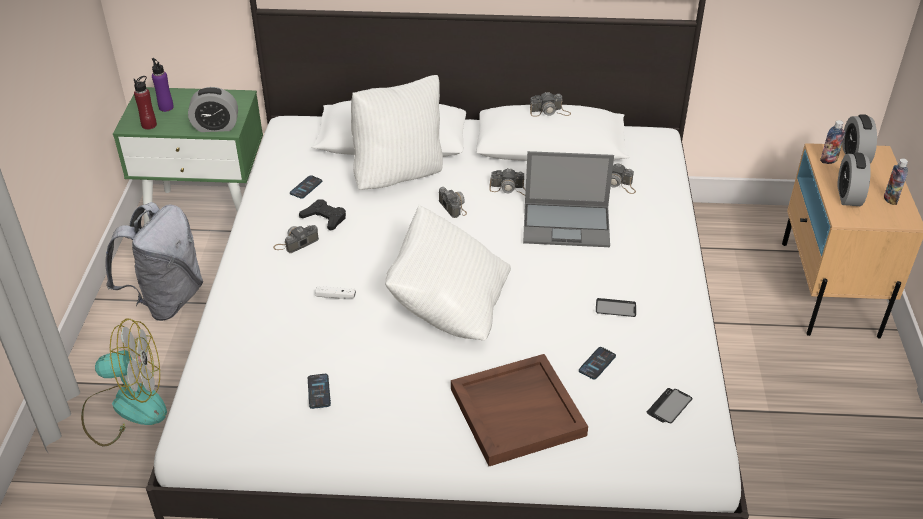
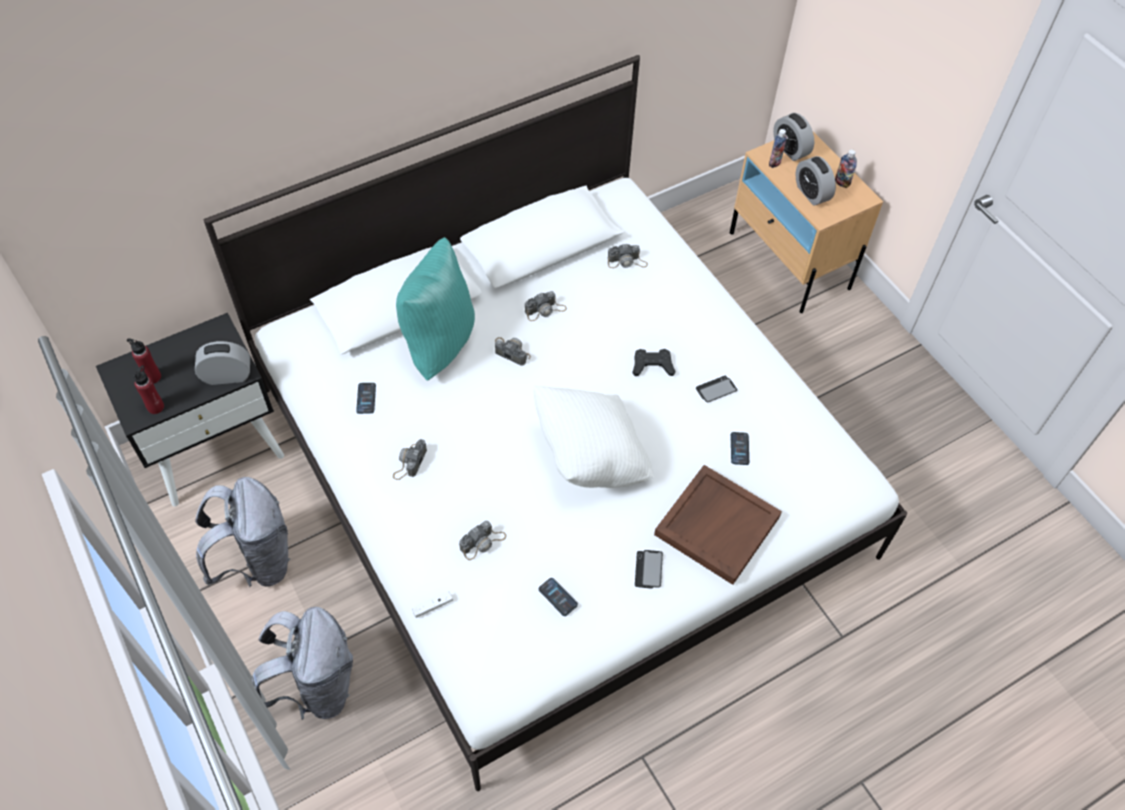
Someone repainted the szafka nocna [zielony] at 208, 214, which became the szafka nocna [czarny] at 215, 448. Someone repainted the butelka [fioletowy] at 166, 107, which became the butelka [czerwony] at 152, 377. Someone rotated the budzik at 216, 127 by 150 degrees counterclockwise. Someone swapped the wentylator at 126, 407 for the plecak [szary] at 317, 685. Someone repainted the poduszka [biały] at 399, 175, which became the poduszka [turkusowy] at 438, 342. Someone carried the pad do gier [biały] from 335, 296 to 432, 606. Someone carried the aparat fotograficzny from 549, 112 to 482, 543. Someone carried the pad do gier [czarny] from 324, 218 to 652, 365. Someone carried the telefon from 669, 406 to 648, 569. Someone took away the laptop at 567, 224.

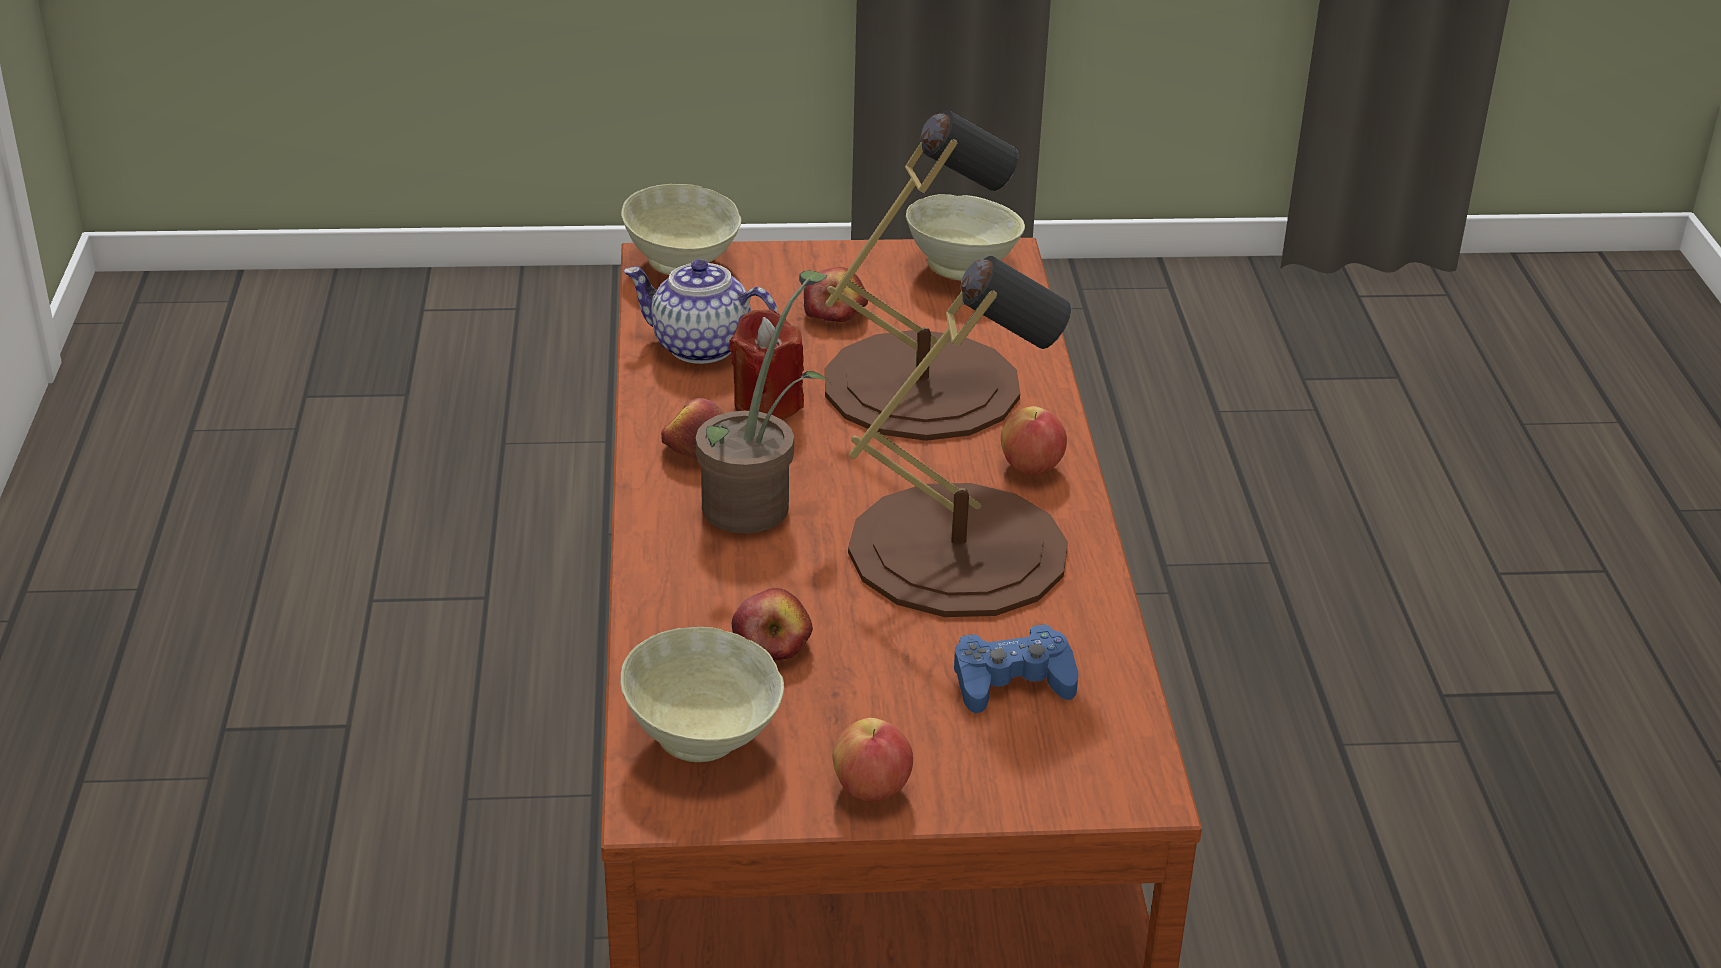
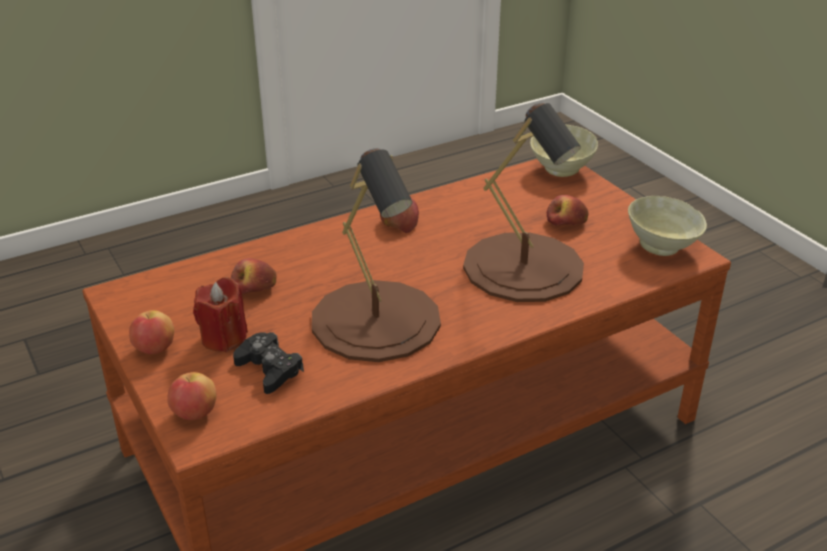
Someone carried the jabłko from 1031, 467 to 194, 413. Someone carried the świeca [czerwony] from 767, 404 to 224, 338. Someone repainted the pad do gier [niebieski] at 1012, 681, which became the pad do gier [czarny] at 269, 369. Someone took away the miska [beżowy] at 702, 740. Someone took away the imbryk at 699, 347. Someone took away the roślina doniczkowa at 756, 502.

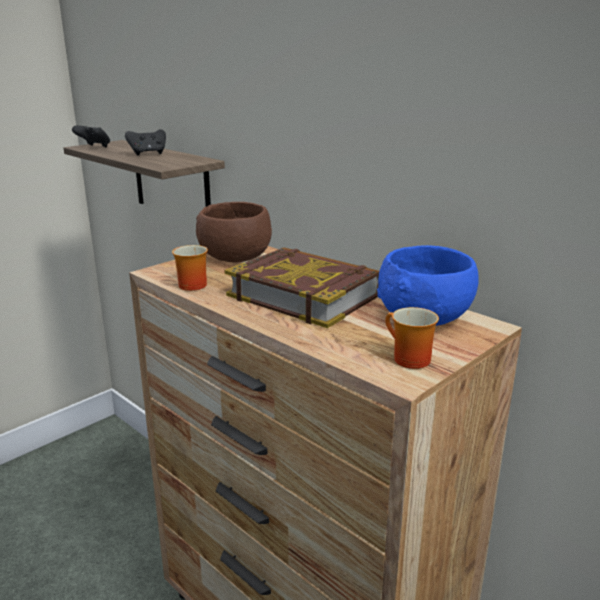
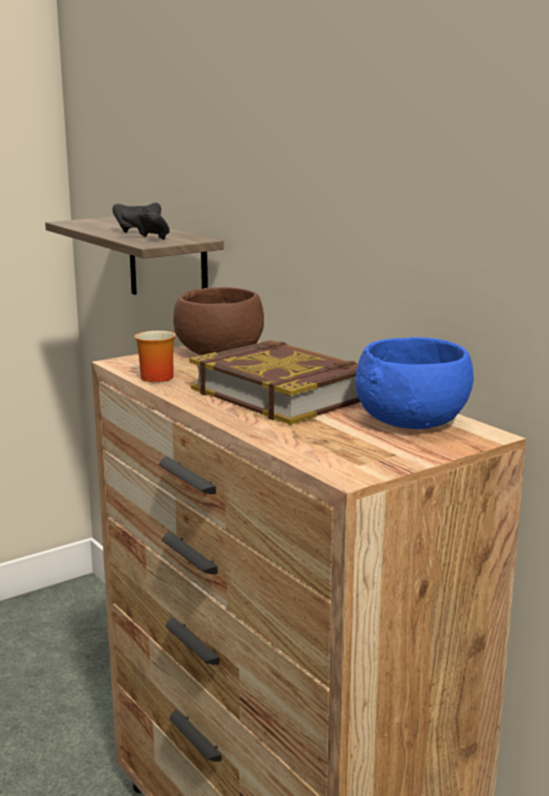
Someone carried the pad do gier [czarny] from 94, 147 to 148, 239. Someone took away the kubek at 406, 359.

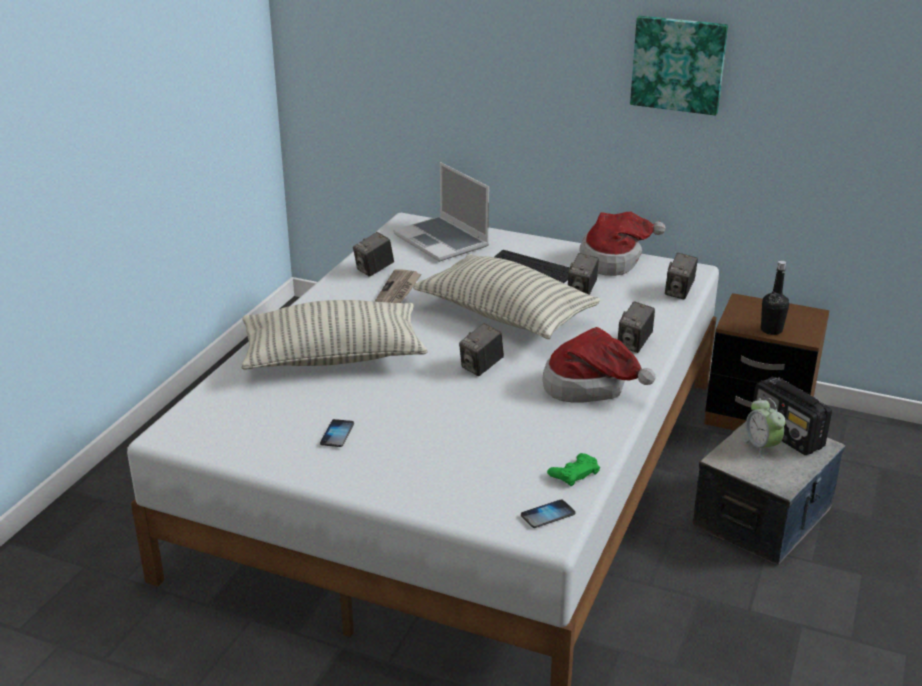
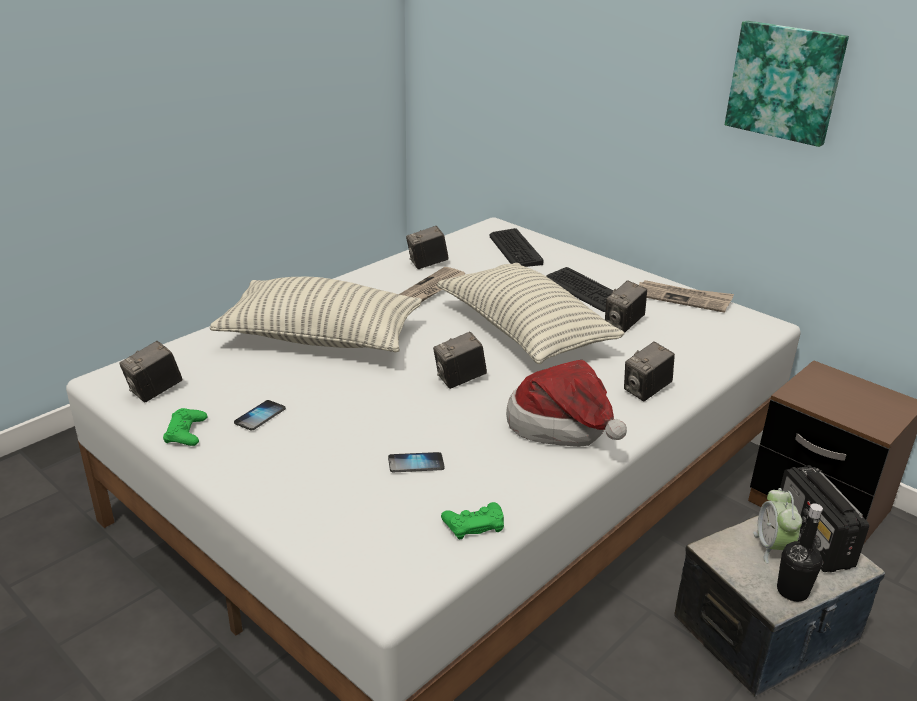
Someone carried the aparat fotograficzny from 679, 292 to 155, 392. Someone put down the pad do gier [zielony] at 186, 432. Someone carried the telefon from 548, 515 to 416, 464. Someone swapped the laptop at 443, 241 for the klawiatura at 515, 249. Someone swapped the kapelusz at 615, 260 for the gazeta at 683, 298. Someone carried the butelka [czarny] from 771, 330 to 792, 591.

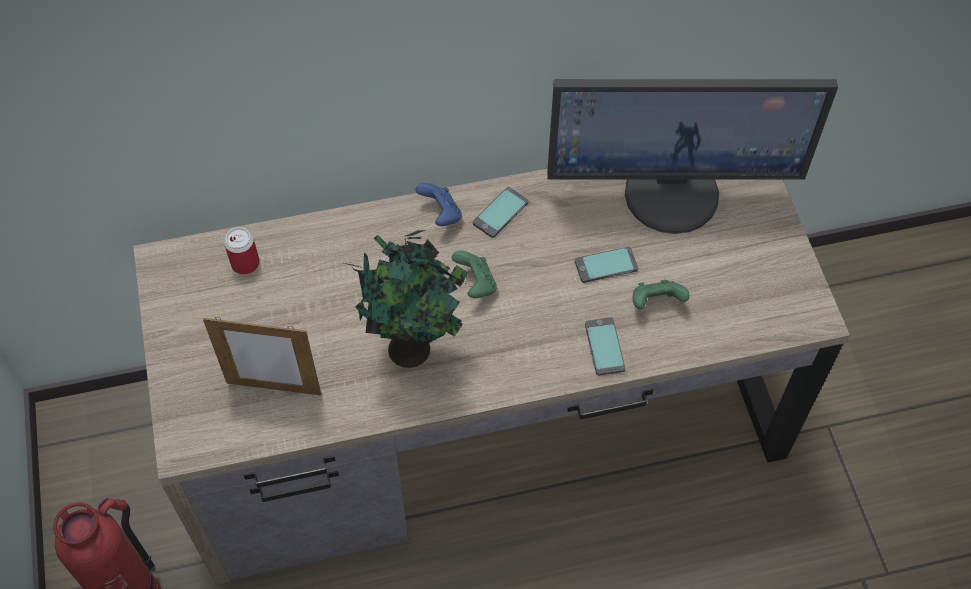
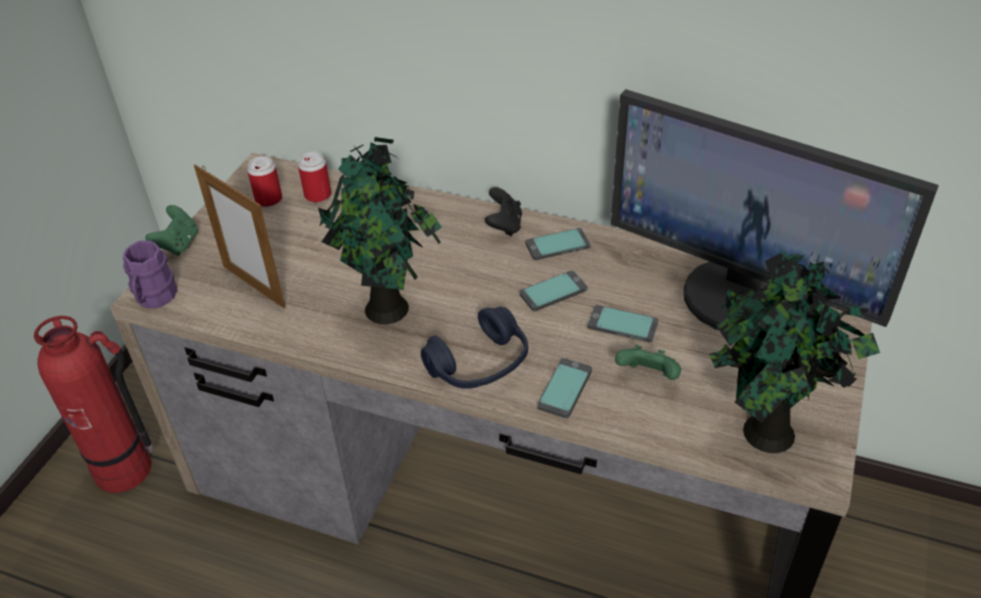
Someone put down the kubek [fioletowy] at 154, 298. Someone carried the pad do gier [zielony] from 476, 284 to 178, 244. Someone put down the puszka at 268, 199. Someone put down the słuchawki [niebieski] at 479, 364. Someone repainted the pad do gier [niebieski] at 441, 214, which became the pad do gier [czarny] at 504, 225. Someone put down the telefon at 553, 292. Someone put down the roślina doniczkowa at 765, 435.

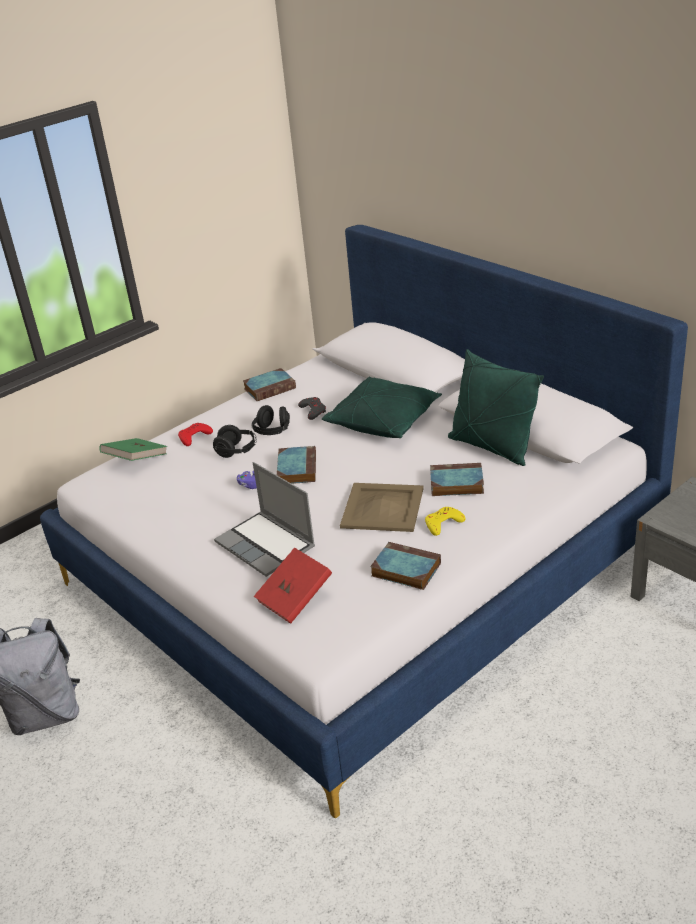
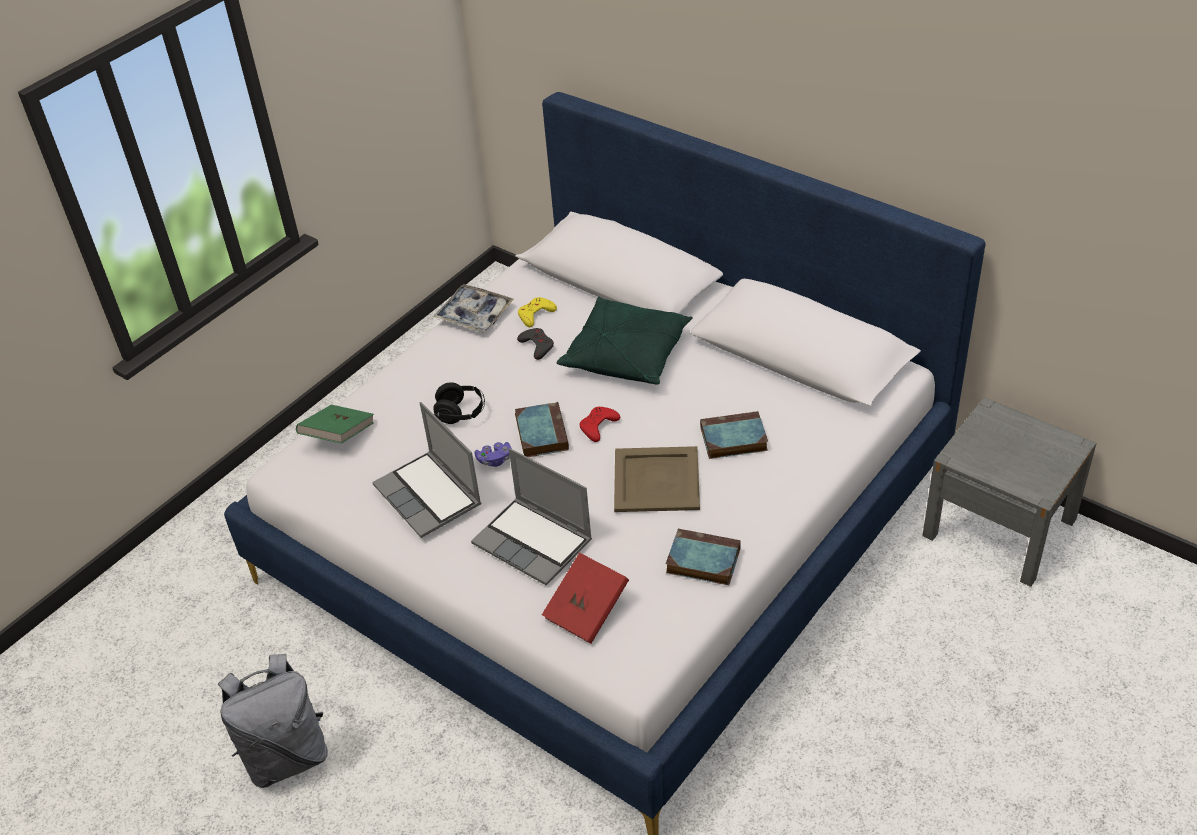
Someone put down the laptop at 429, 496. Someone swapped the książka at 270, 388 for the taca at 474, 314. Someone carried the pad do gier [żółty] from 443, 523 to 535, 314. Someone carried the pad do gier [czerwony] from 194, 437 to 598, 426. Someone took away the słuchawki [czarny] at 272, 432. Someone took away the poduszka [zielony] at 492, 447.

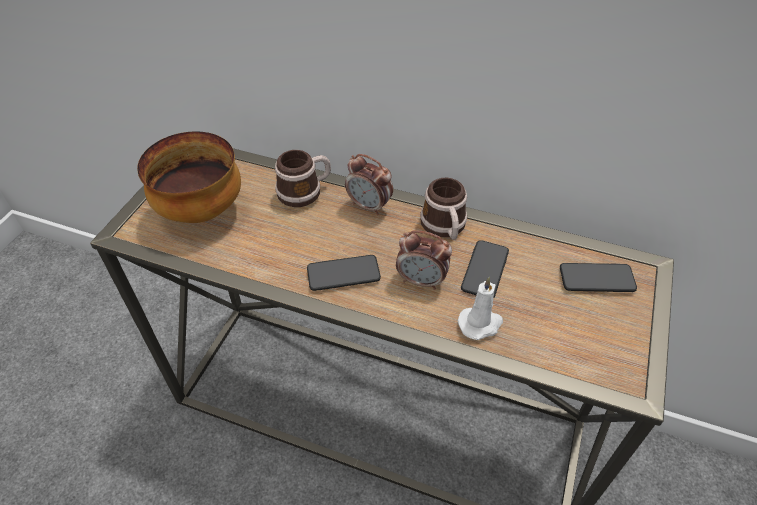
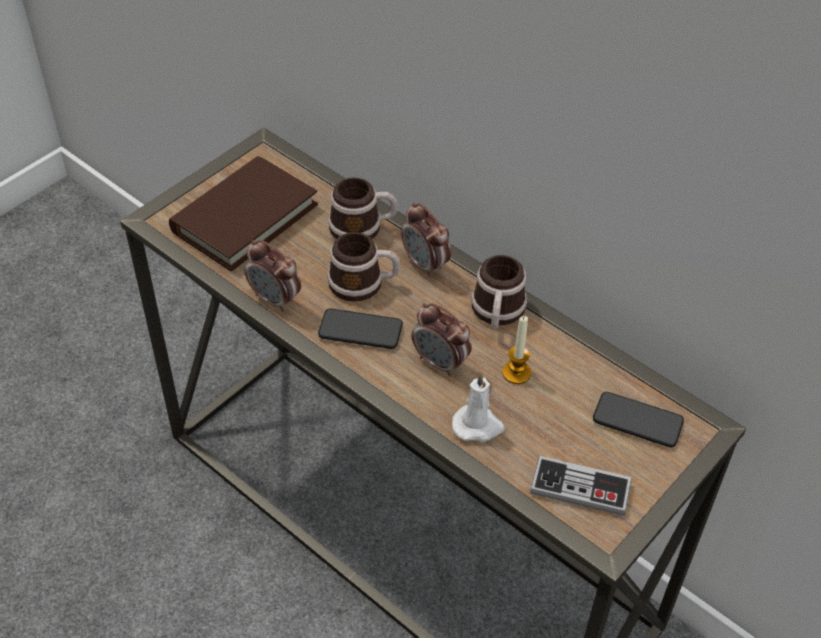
Someone swapped the miska at 203, 210 for the książka [brązowy] at 245, 218. Someone put down the budzik at 275, 299. Someone put down the kubek at 363, 283. Someone swapped the telefon at 485, 270 for the świeca at 516, 373. Someone put down the pad do gier at 580, 488.

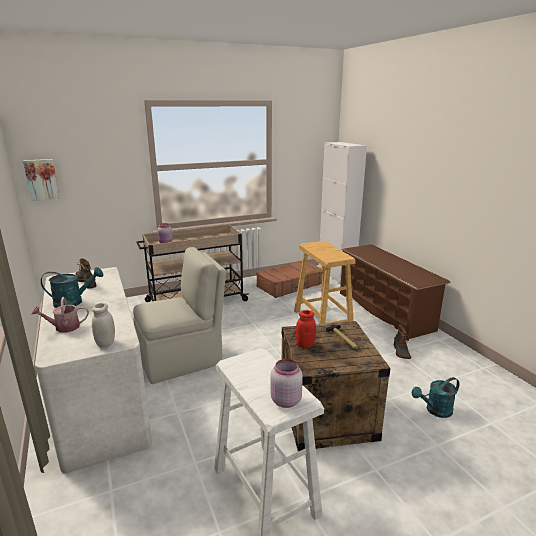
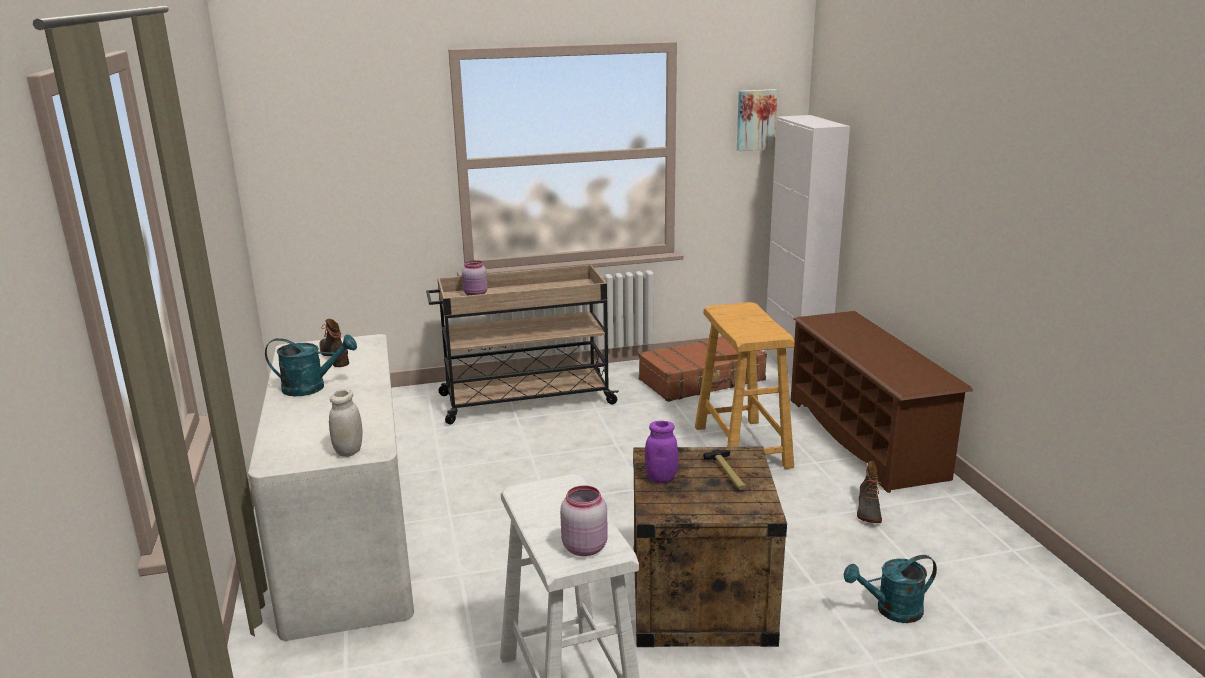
Someone repainted the słoik [czerwony] at 305, 345, which became the słoik [fioletowy] at 661, 478. Someone carried the obraz from 42, 179 to 755, 119. Someone took away the konewka at 64, 327. Someone took away the krzesło [beżowy] at 182, 359.

